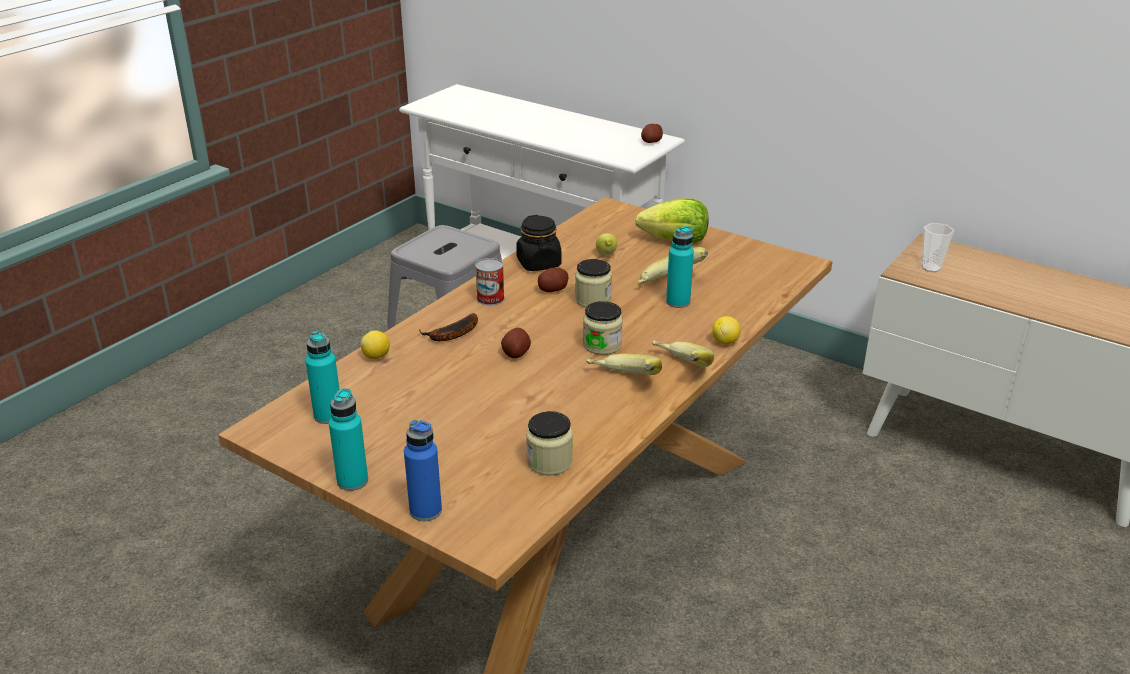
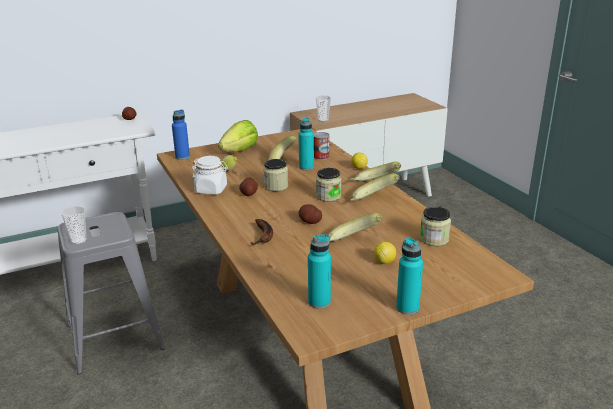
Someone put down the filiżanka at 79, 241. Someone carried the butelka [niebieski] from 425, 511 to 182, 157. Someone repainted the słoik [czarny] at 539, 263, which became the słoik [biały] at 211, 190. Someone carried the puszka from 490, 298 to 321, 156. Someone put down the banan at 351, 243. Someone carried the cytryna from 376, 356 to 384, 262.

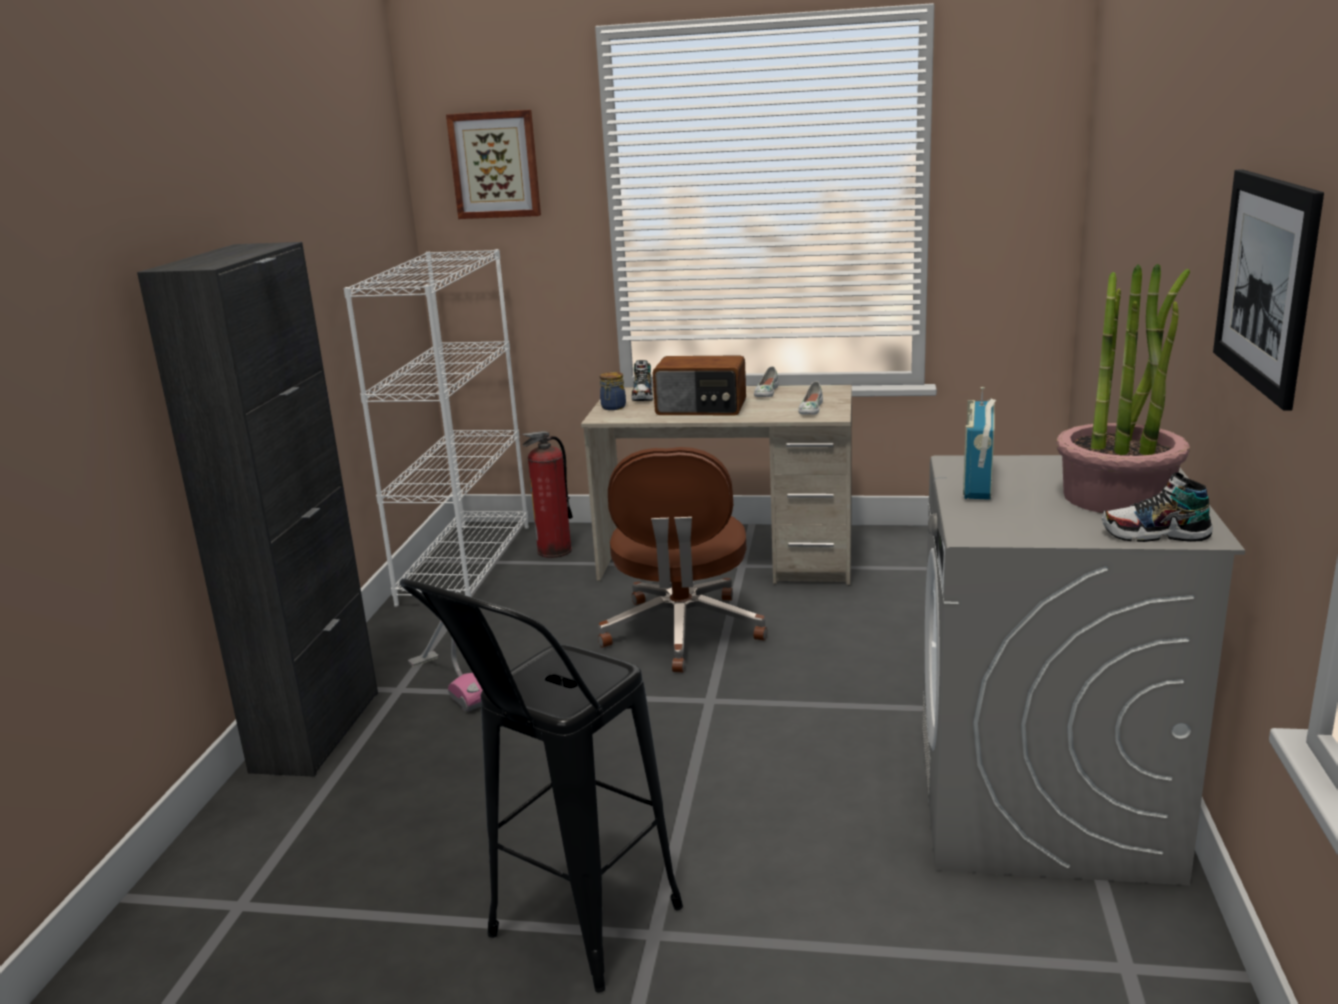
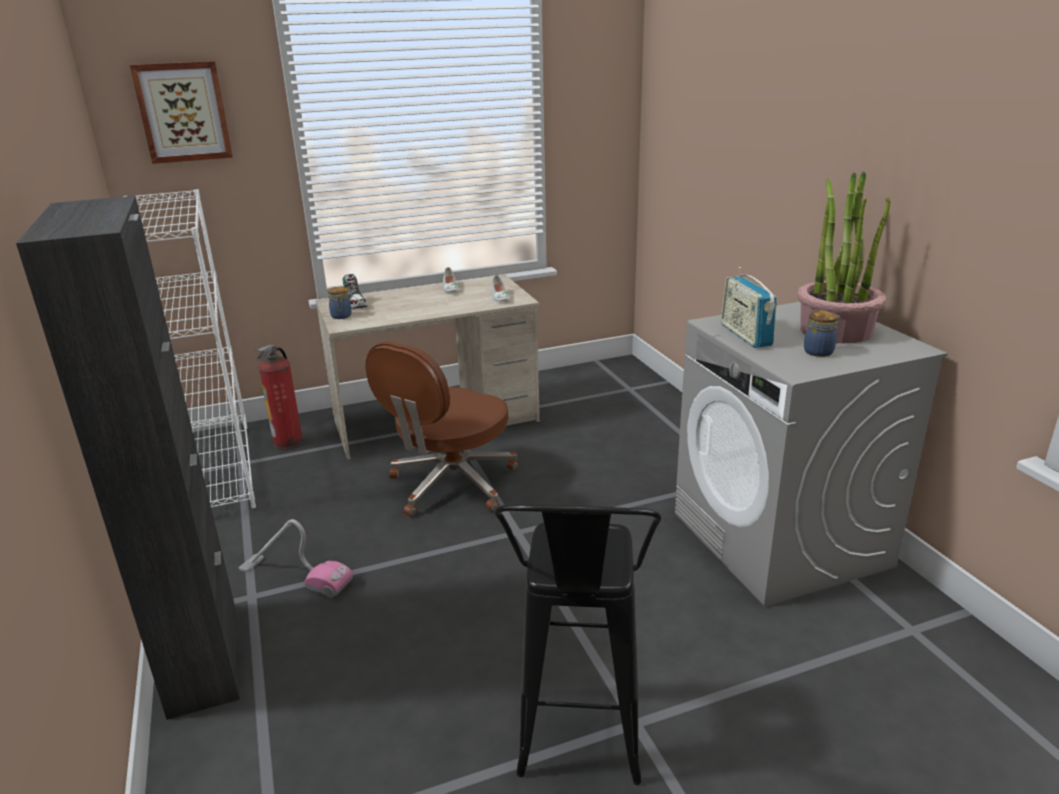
Someone rotated the krzesło biurowe [brązowy] at 682, 632 by 60 degrees clockwise. Someone put down the słoik at 819, 351. Someone took away the radio at 701, 408. Someone took away the but at 1155, 535. Someone took away the obraz at 1265, 282.

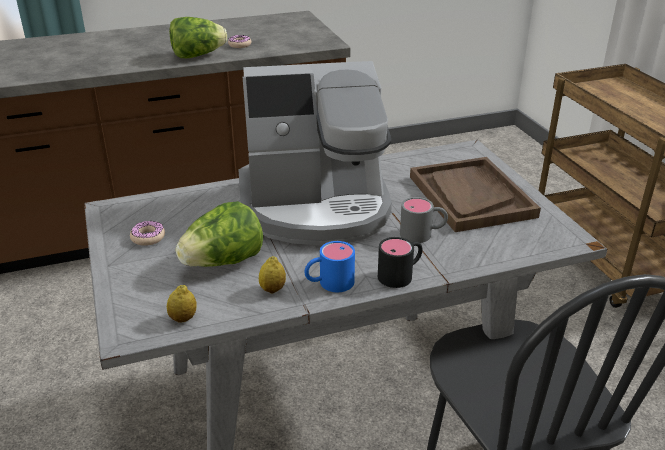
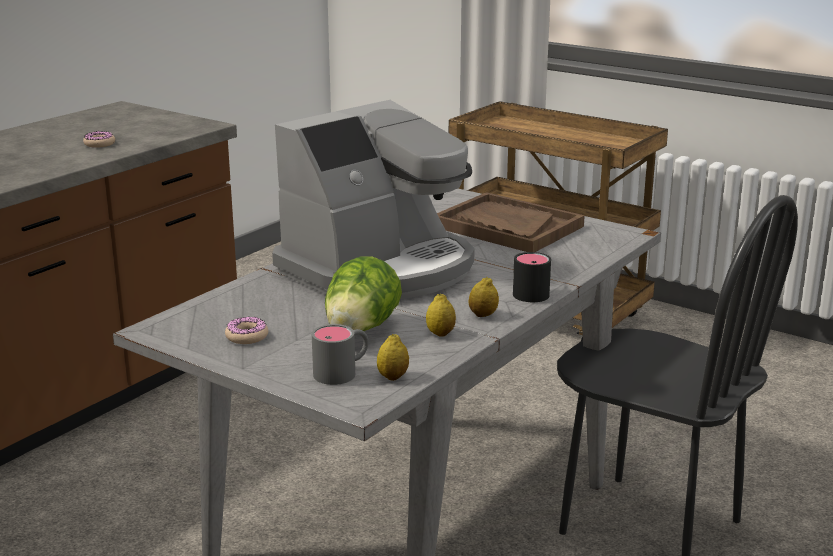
Someone carried the kubek [szary] from 423, 234 to 343, 371. Someone swapped the kubek [niebieski] at 329, 283 for the cytryna at 483, 315. Someone took away the sałata at 198, 56.

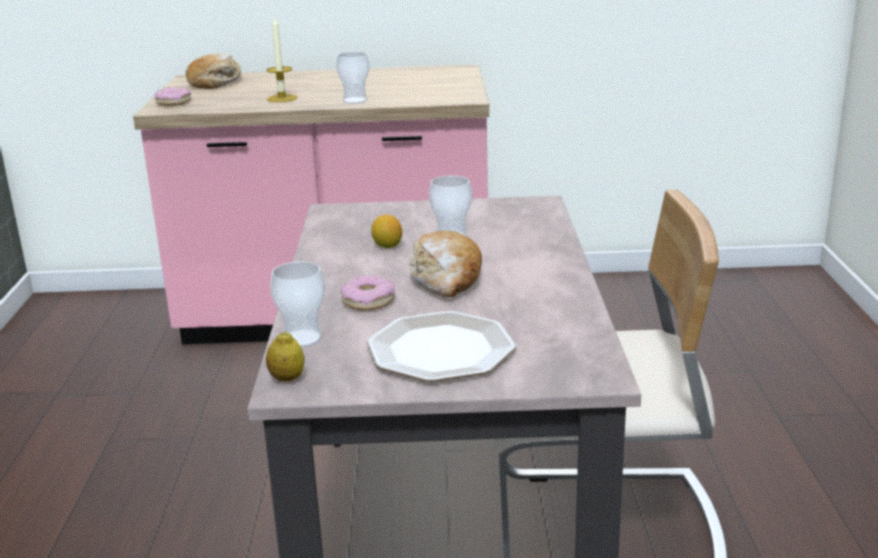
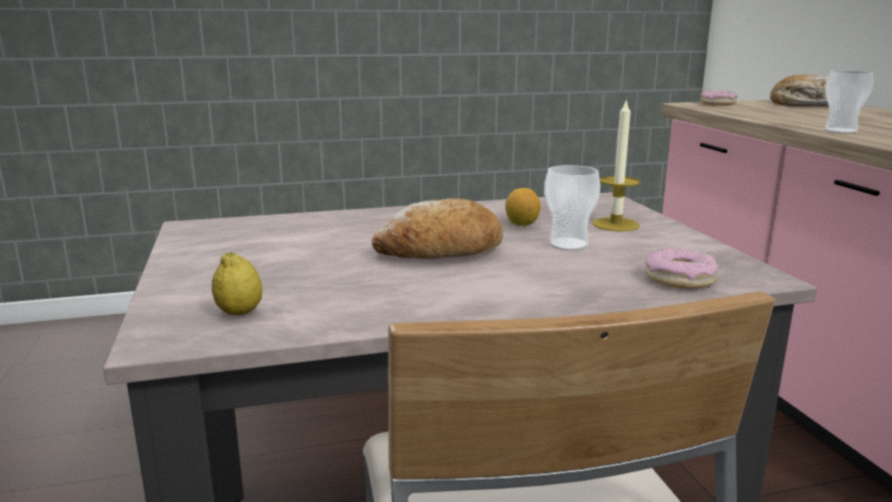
Someone carried the cytryna from 287, 378 to 239, 313. Someone carried the świeca from 282, 98 to 615, 224. Someone carried the donut from 368, 301 to 680, 279. Someone took away the filiżanka at 302, 339. Someone took away the talerz at 441, 350.

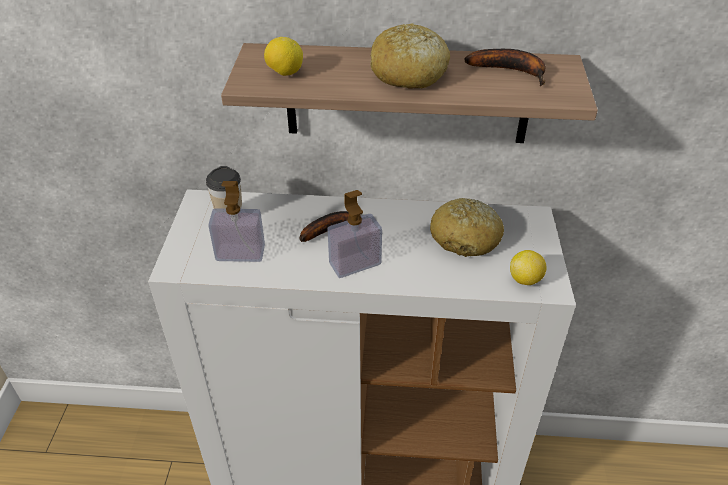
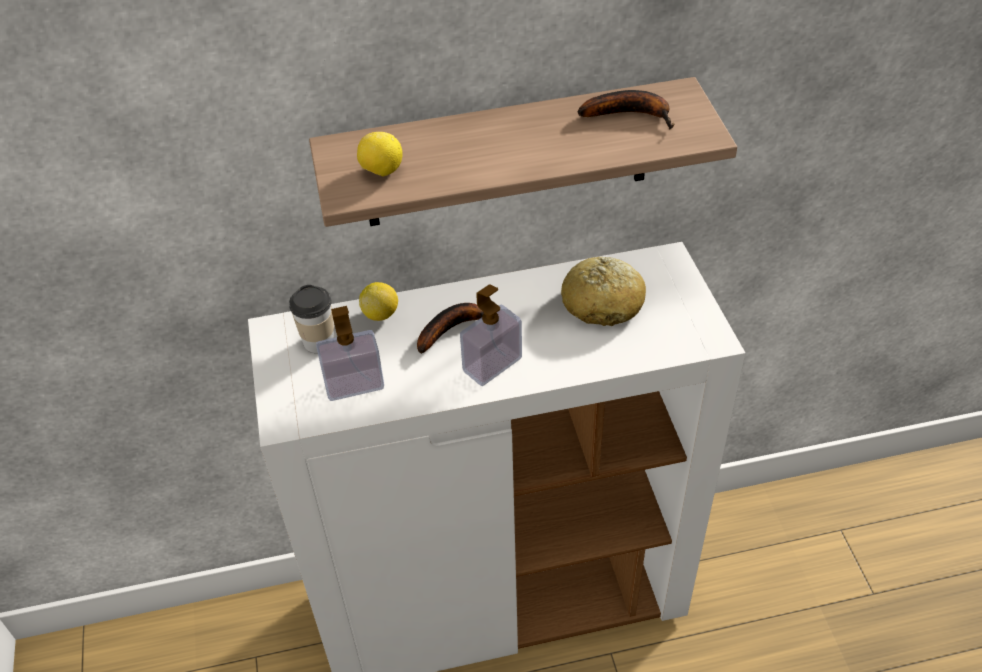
Someone carried the cytryna from 525, 279 to 381, 314. Someone took away the chleb at 408, 73.

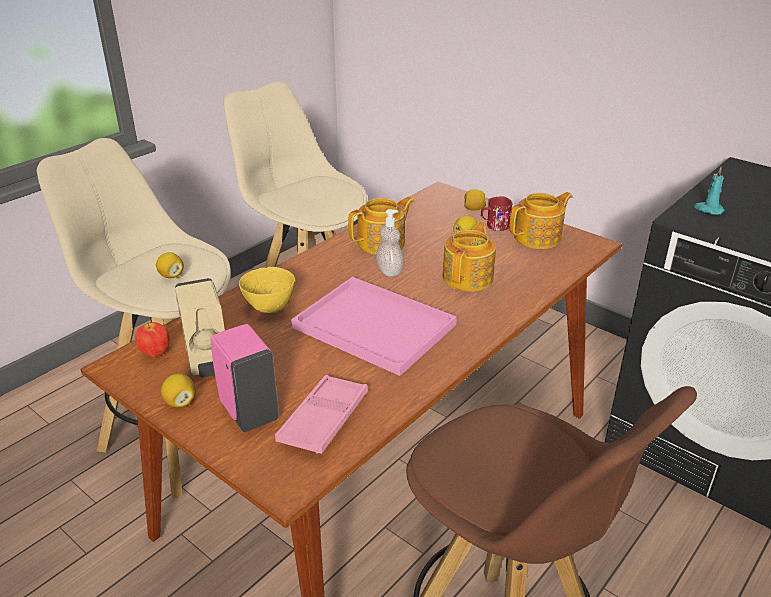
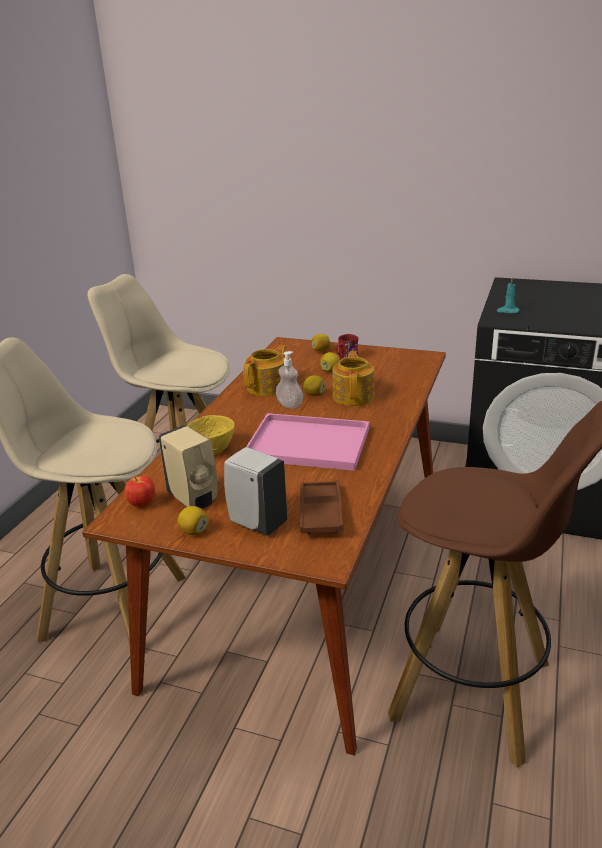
Someone repainted the dozownik mydła [różowy] at 248, 411, which became the dozownik mydła [biały] at 256, 523. Someone repainted the taca [różowy] at 324, 419, which became the taca [brązowy] at 321, 512. Someone carried the cytryna from 171, 275 to 314, 394. Someone took away the imbryk at 538, 238.

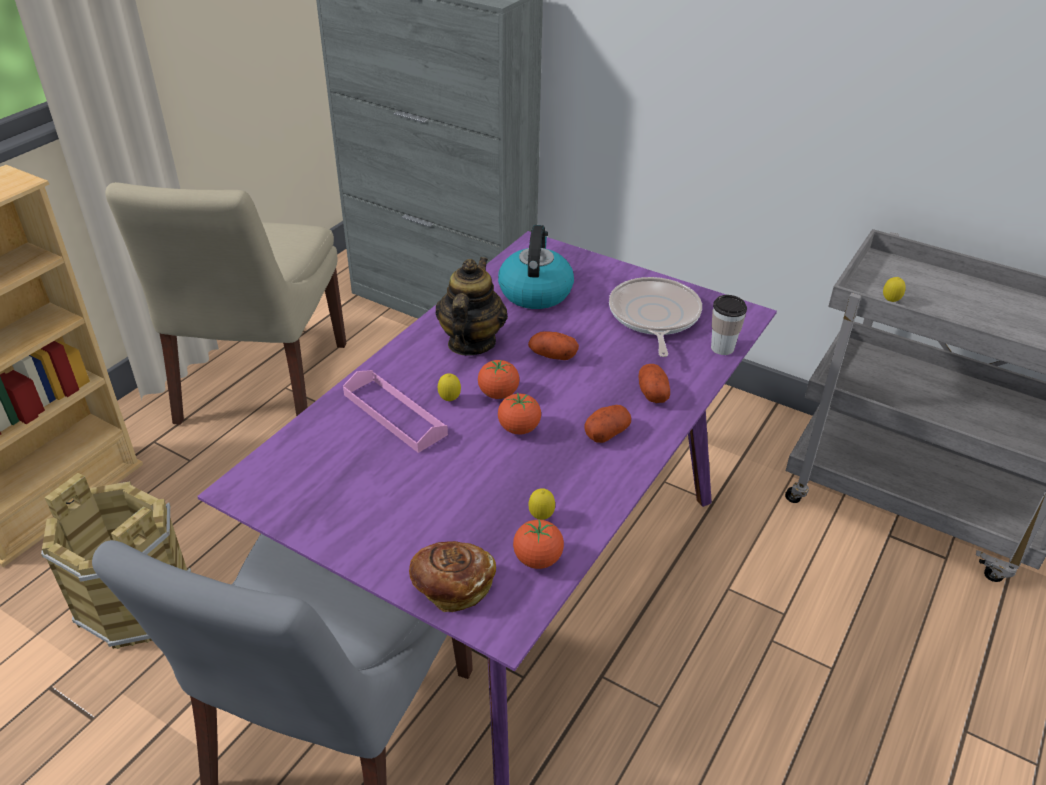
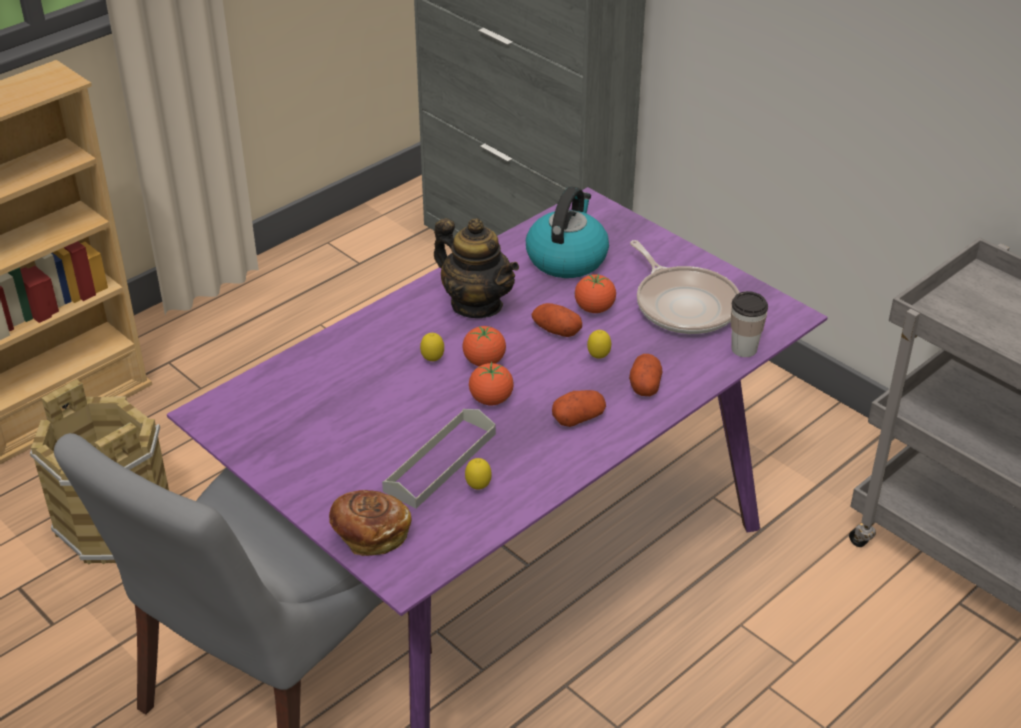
Someone put down the taca [szary] at 440, 462. Someone rotated the imbryk at 471, 343 by 105 degrees clockwise. Someone carried the pomidor from 537, 559 to 594, 309. Someone carried the cytryna from 890, 302 to 598, 357. Someone rotated the patelnia at 653, 317 by 135 degrees clockwise. Someone took away the krzesło [beżowy] at 261, 387. Someone took away the taca [różowy] at 394, 414.

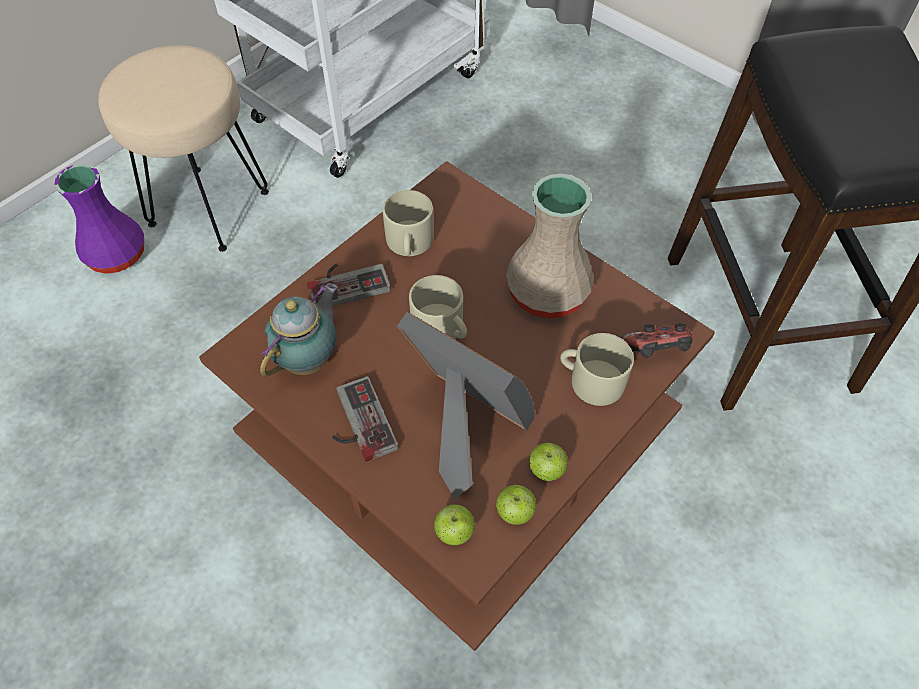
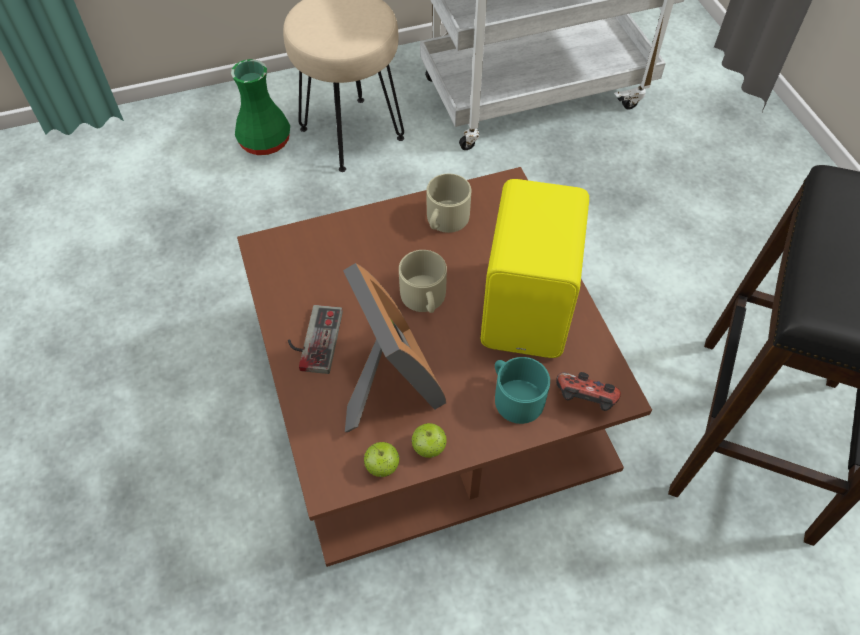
Someone repainted the wazon [fioletowy] at 118, 253, which became the wazon [zielony] at 266, 141. Someone swapped the wazon [beżowy] at 547, 290 for the głośnik [żółty] at 530, 308. Someone repainted the kubek [beżowy] at 590, 380, which became the kubek [turkusowy] at 514, 396. Someone took away the imbryk at 309, 358. Someone took away the pad do gier at 347, 282. Someone took away the jabłko at 454, 532.

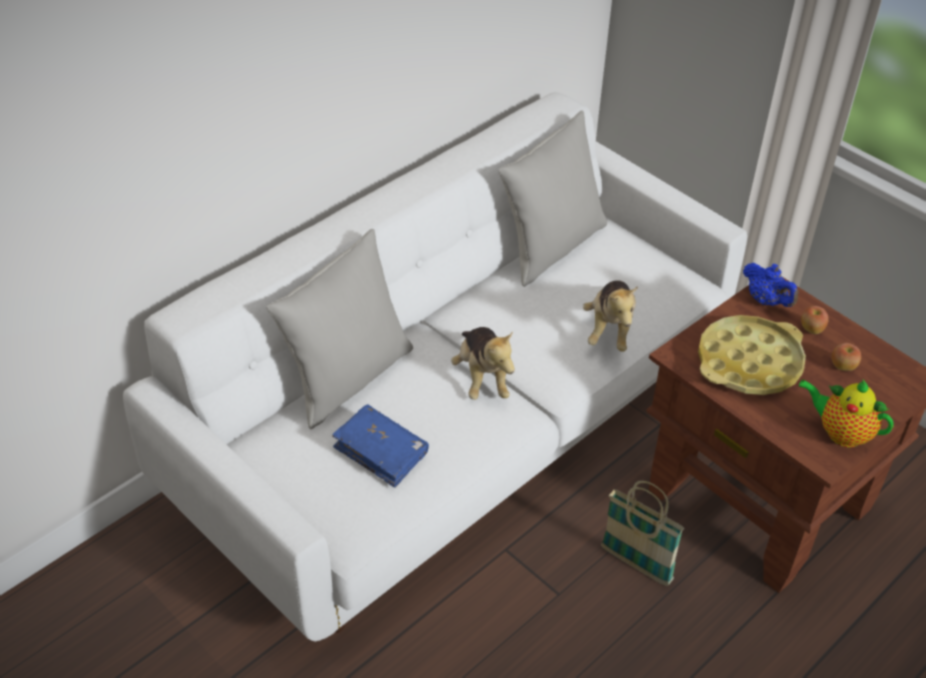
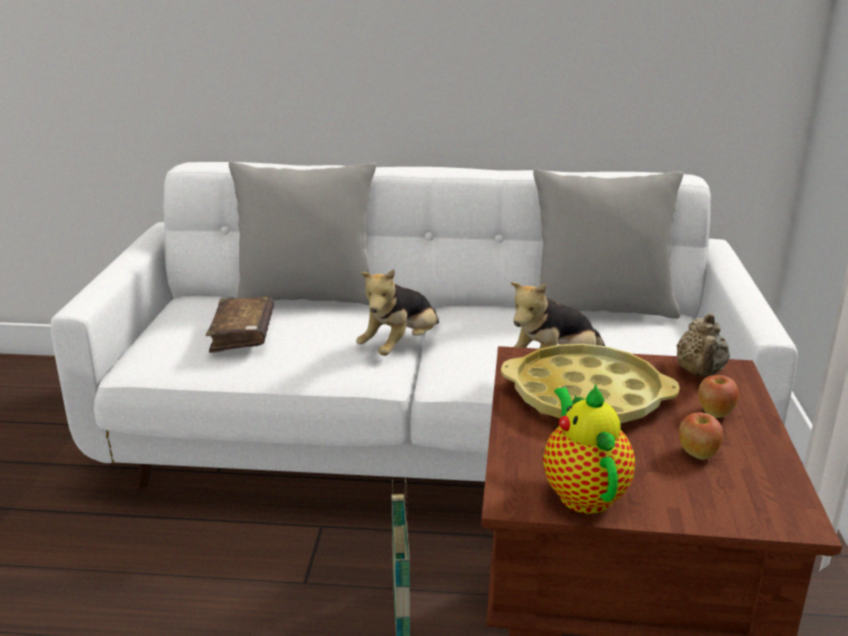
Someone repainted the książka [niebieski] at 381, 452, which became the książka [brązowy] at 242, 334. Someone repainted the imbryk [niebieski] at 766, 301, which became the imbryk [beżowy] at 700, 373.

